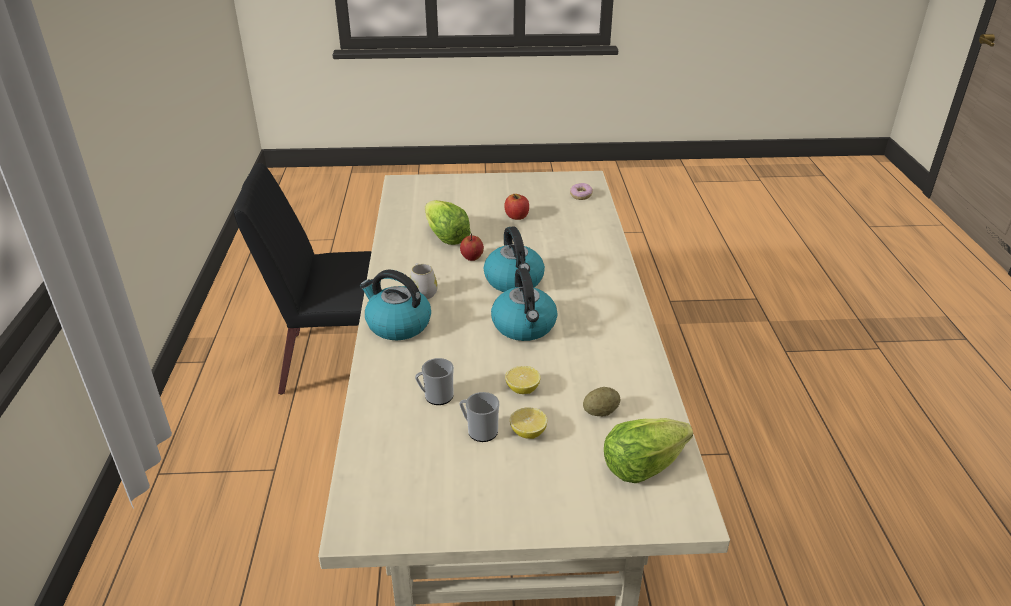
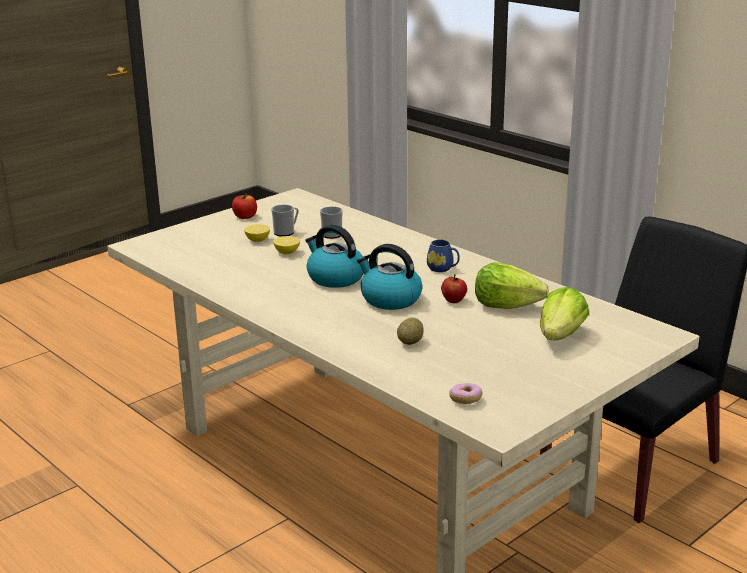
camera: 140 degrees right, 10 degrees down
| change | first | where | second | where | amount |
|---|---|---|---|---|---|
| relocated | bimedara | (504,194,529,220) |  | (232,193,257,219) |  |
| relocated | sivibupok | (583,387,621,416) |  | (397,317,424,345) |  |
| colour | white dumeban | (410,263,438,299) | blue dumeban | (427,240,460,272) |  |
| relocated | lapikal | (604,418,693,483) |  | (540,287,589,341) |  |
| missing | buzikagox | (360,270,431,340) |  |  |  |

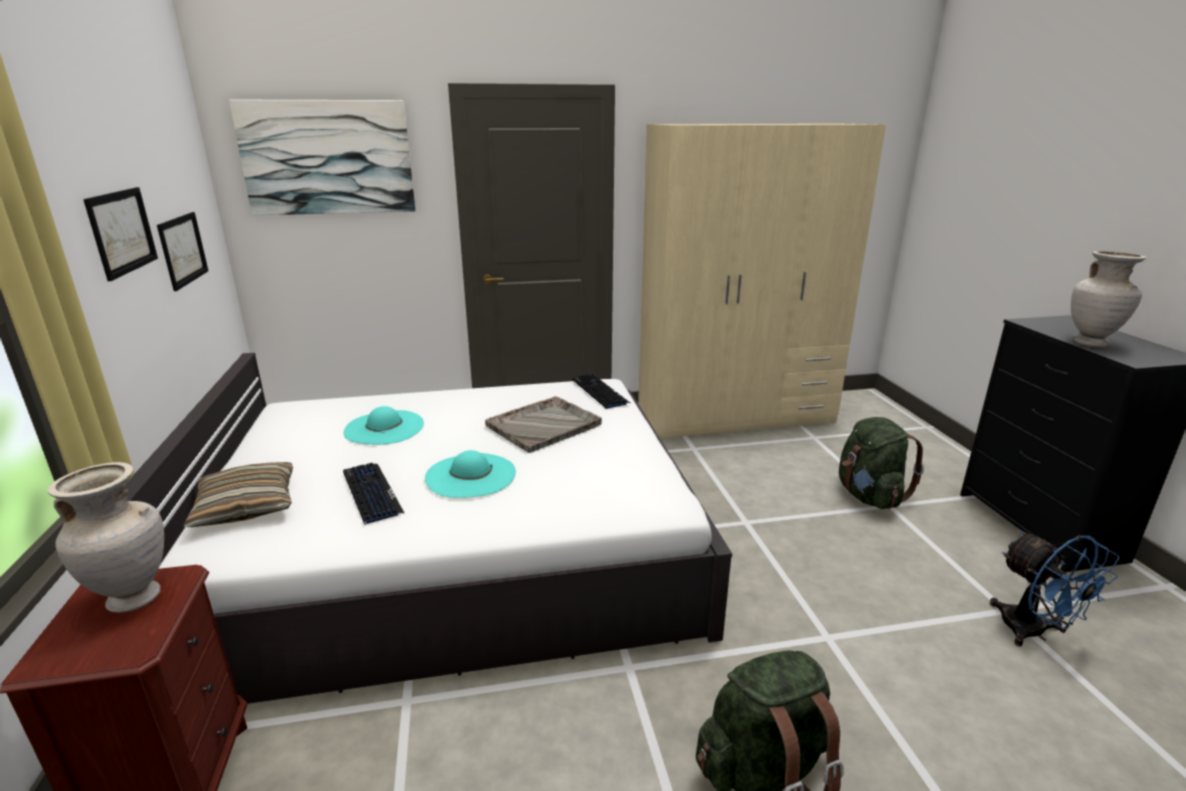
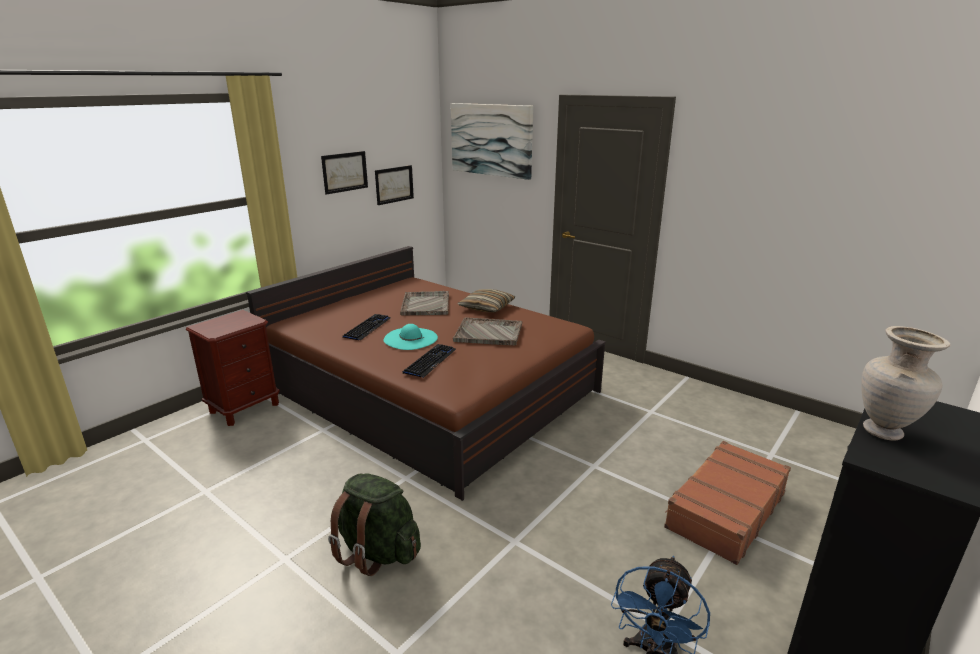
camera: 50 degrees right, 0 degrees up
| change | first | where | second | where | amount |
|---|---|---|---|---|---|
| colour | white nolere | (124,353,732,704) | brown nolere | (246,246,606,501) |  |
| exchanged | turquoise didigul | (344,406,424,445) | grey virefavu | (400,291,449,315) |  |
| relocated | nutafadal | (572,374,630,409) |  | (403,344,456,378) |  |
| relocated | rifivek | (184,462,293,527) |  | (457,289,516,312) |  |
| exchanged | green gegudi | (839,417,924,509) | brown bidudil | (664,441,791,565) |  |
| missing | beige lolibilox | (47,462,164,613) |  |  |  |
| missing | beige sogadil | (638,124,886,438) |  |  |  |

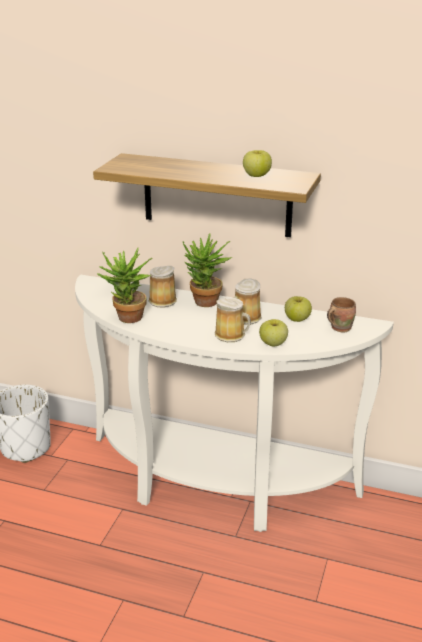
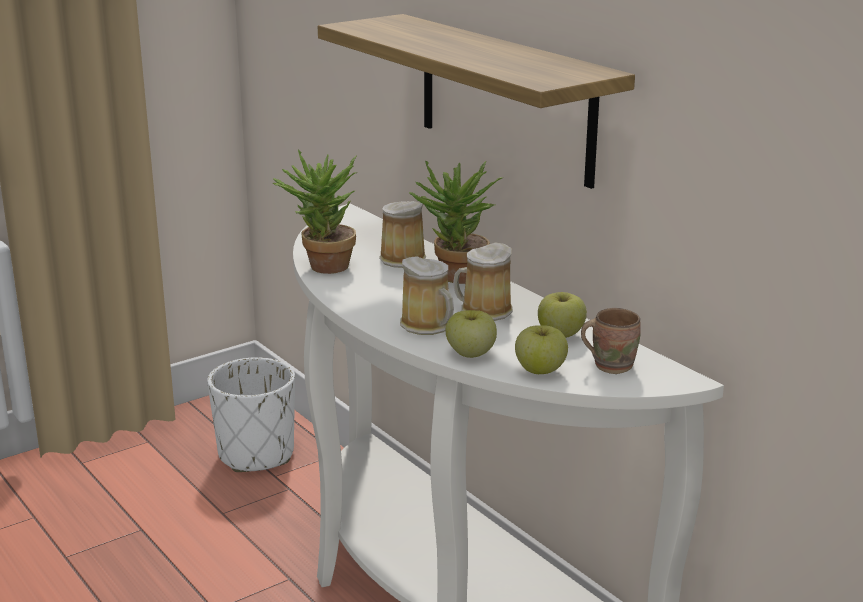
camera: 35 degrees right, 5 degrees down
| change | first | where | second | where | amount |
|---|---|---|---|---|---|
| relocated | bimedara | (243,150,272,177) |  | (515,325,568,374) |  |

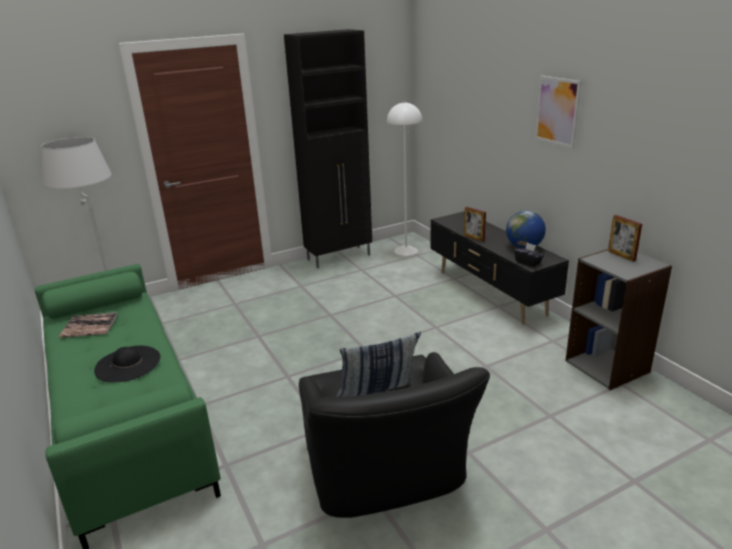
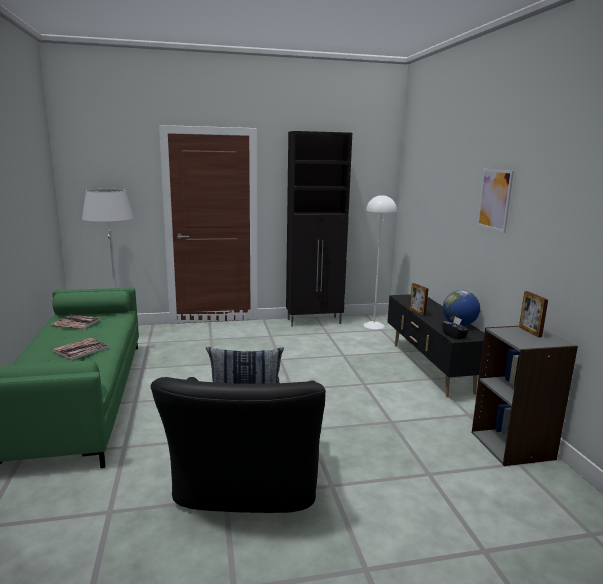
camera: 15 degrees right, 10 degrees down
| change | first | where | second | where | amount |
|---|---|---|---|---|---|
| exchanged | black didigul | (94,346,160,382) | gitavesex | (52,338,109,360) |  |

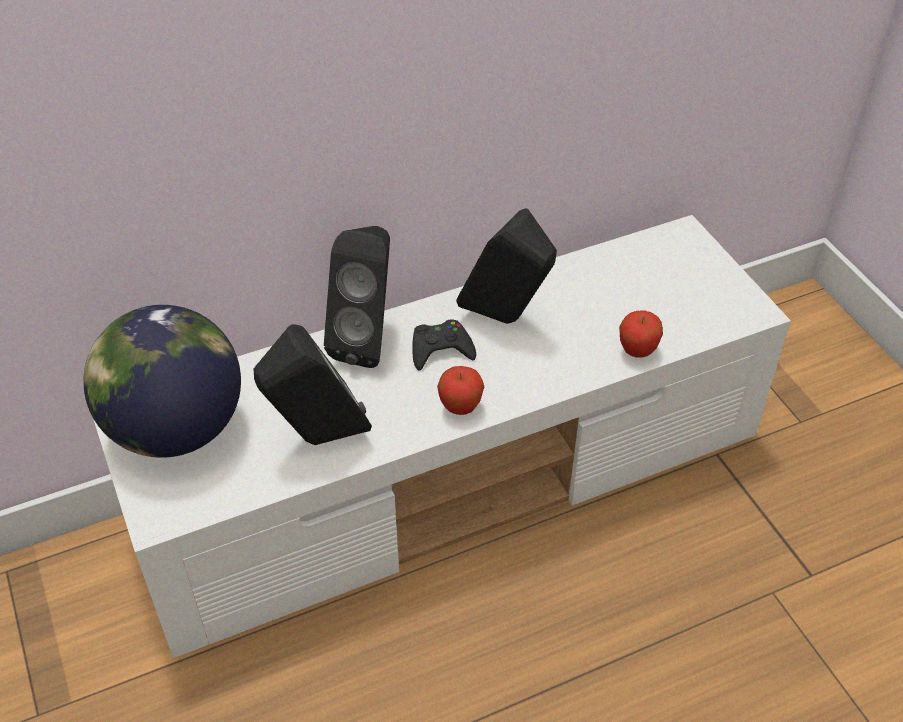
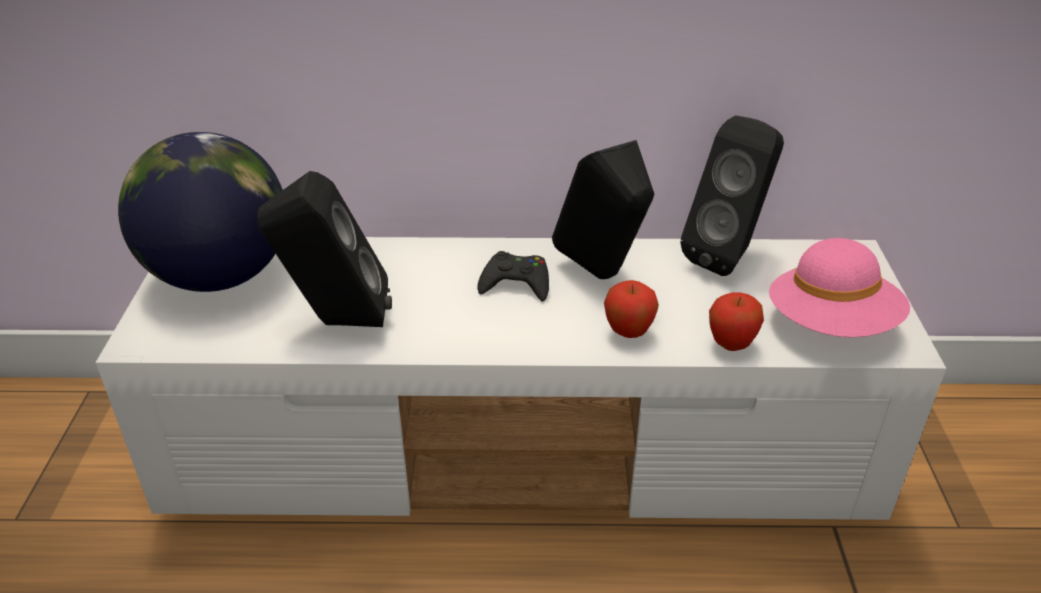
camera: 25 degrees right, 10 degrees down
| change | first | where | second | where | amount |
|---|---|---|---|---|---|
| relocated | bimedara | (437,366,484,415) |  | (604,280,659,338) |  |
| relocated | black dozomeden | (324,226,390,368) |  | (680,115,784,276) |  |
| appeared |  |  | pink didigul | (769,238,910,337) |  |

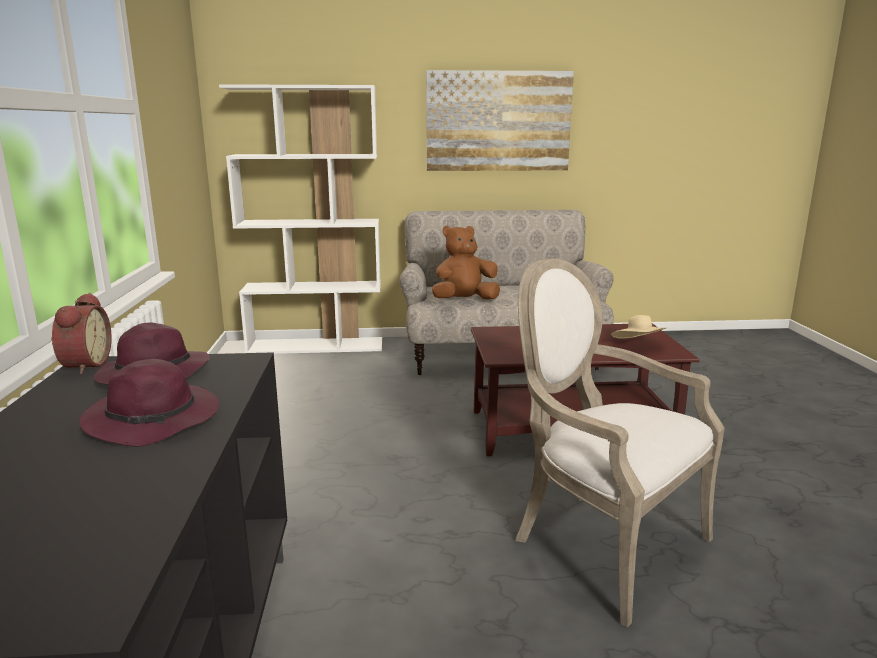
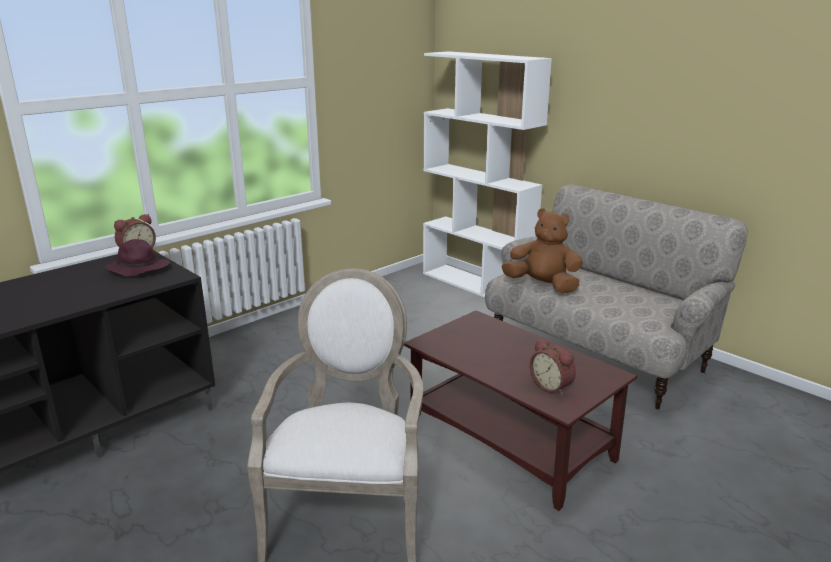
camera: 50 degrees right, 5 degrees up
| change | first | where | second | where | amount |
|---|---|---|---|---|---|
| exchanged | beige didigul | (611,315,668,339) | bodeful | (530,339,576,396) |  |
| missing | purple didigul | (79,359,219,447) |  |  |  |
| missing | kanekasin | (426,70,574,171) |  |  |  |

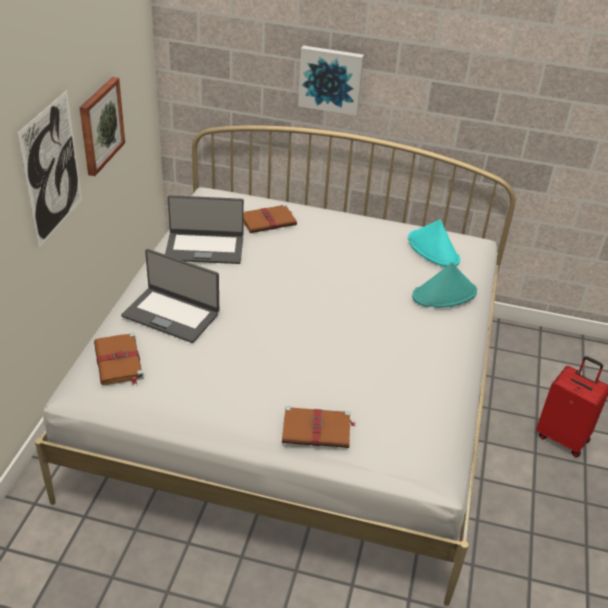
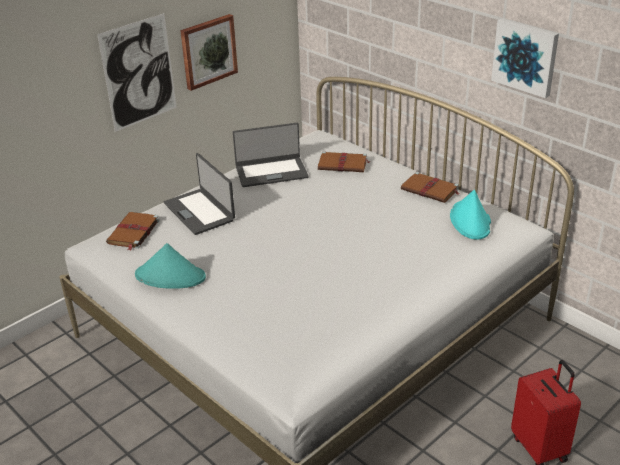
camera: 35 degrees right, 5 degrees down
| change | first | where | second | where | amount |
|---|---|---|---|---|---|
| relocated | turquoise didigul | (412,262,477,308) |  | (135,243,206,289) |  |
| spun | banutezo | (165,195,244,264) |  | (233,123,309,187) | 45 degrees counterclockwise |
| relocated | brown gitavesex | (282,406,355,448) |  | (401,172,459,203) |  |
| relocated | kanekasin | (298,46,364,116) |  | (491,18,559,98) |  |

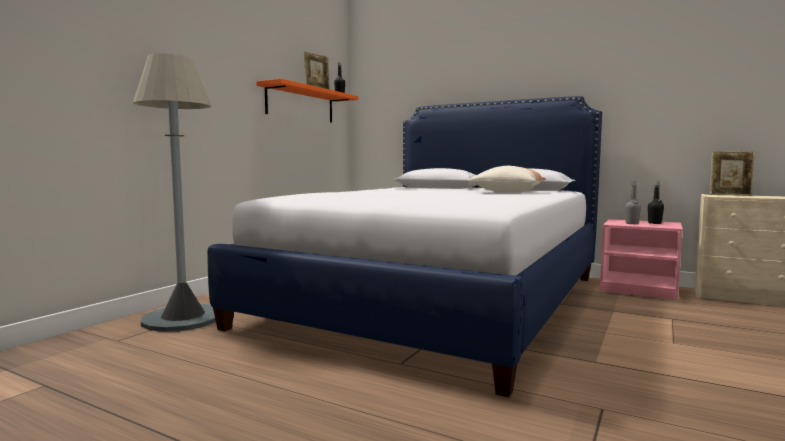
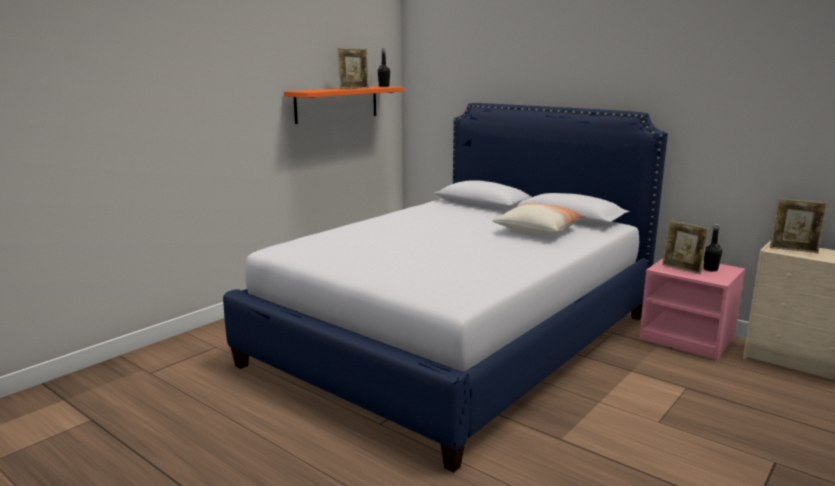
camera: 10 degrees right, 10 degrees up
| change | first | where | second | where | amount |
|---|---|---|---|---|---|
| exchanged | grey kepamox | (625,182,641,224) | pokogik | (662,220,710,274) |  |
| missing | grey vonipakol | (133,53,216,332) |  |  |  |

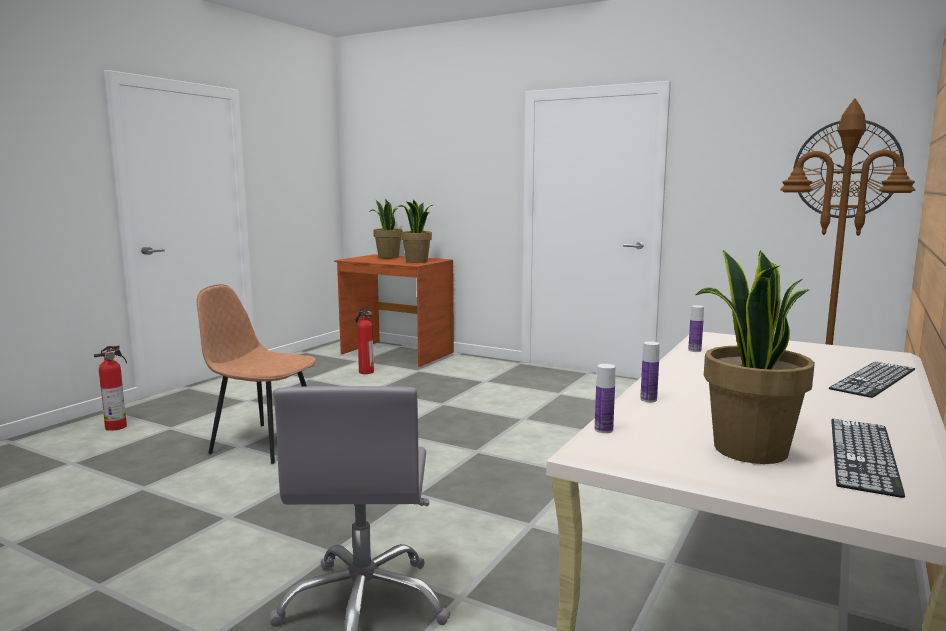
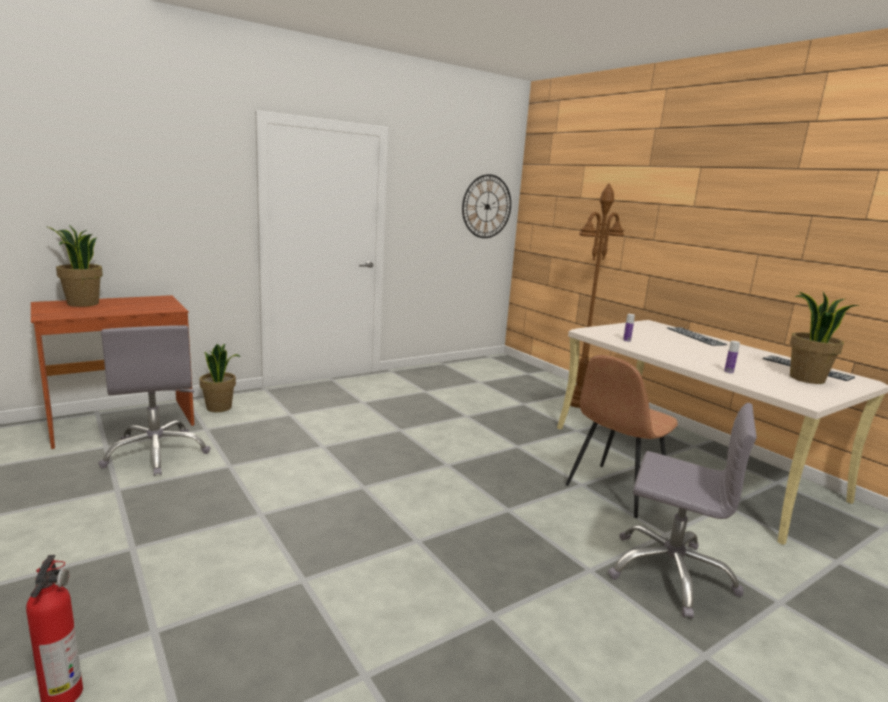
camera: 65 degrees left, 5 degrees up
| change | first | where | second | where | amount |
|---|---|---|---|---|---|
| exchanged | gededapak | (355,308,374,374) | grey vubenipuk | (98,325,211,476) |  |
| relocated | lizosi | (397,200,432,263) |  | (199,344,240,412) |  |
| relocated | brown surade | (197,284,317,464) |  | (566,355,678,518) |  |
| missing | kepamox | (595,364,615,433) |  |  |  |

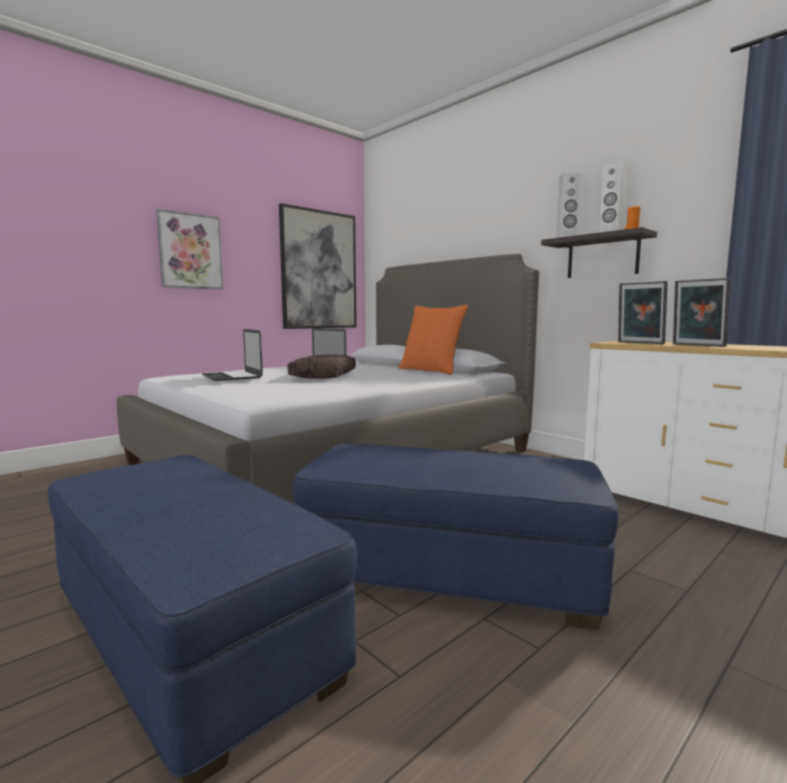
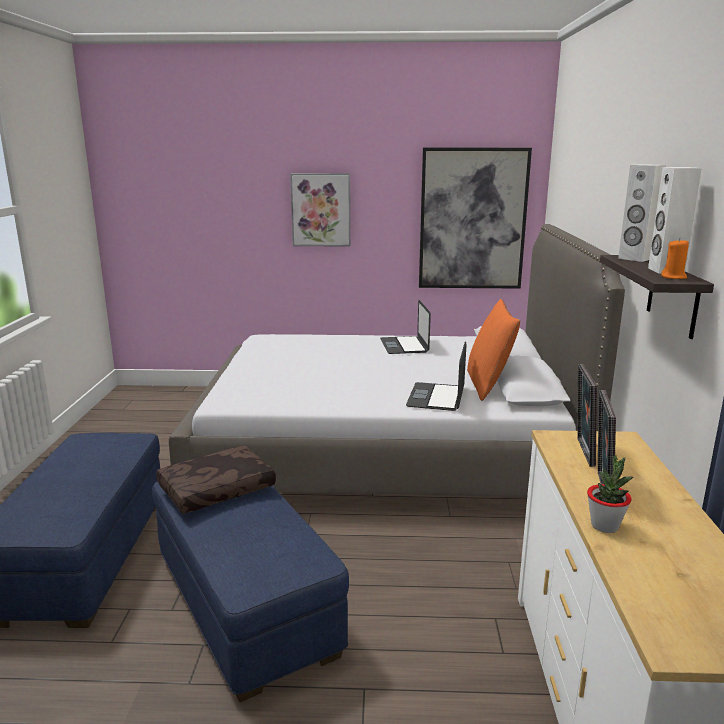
camera: 45 degrees right, 10 degrees up
| change | first | where | second | where | amount |
|---|---|---|---|---|---|
| relocated | brown rifivek | (288,355,356,379) |  | (156,446,276,514) |  |
| relocated | banutezo | (202,329,263,381) |  | (406,342,467,411) |  |
| appeared |  |  | lizosi | (587,455,633,533) |  |

